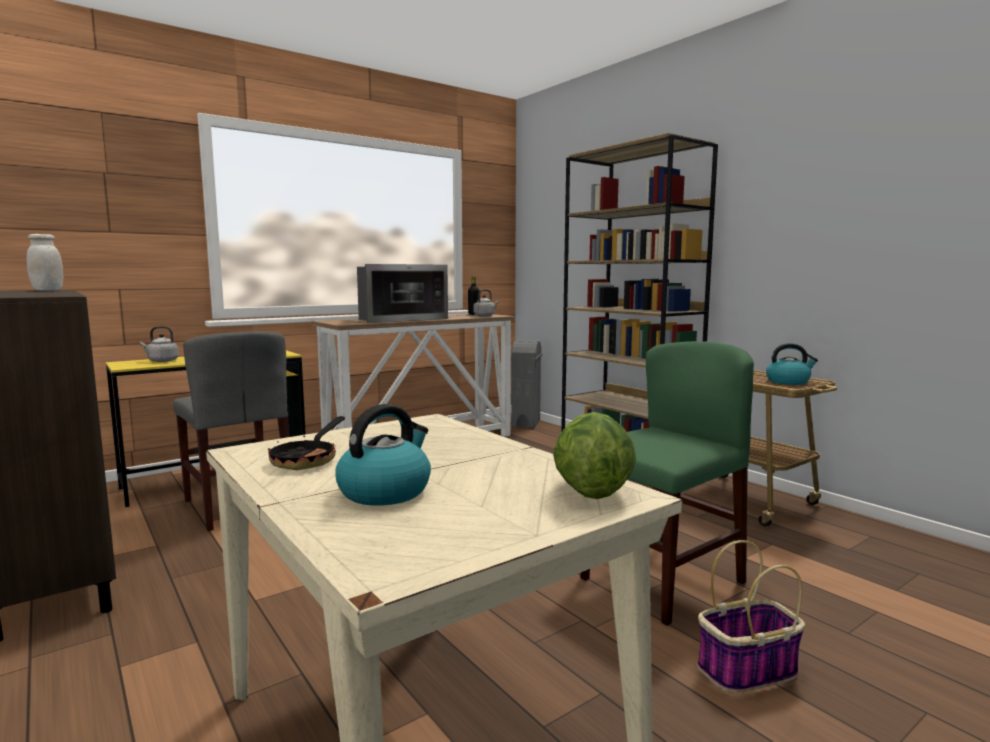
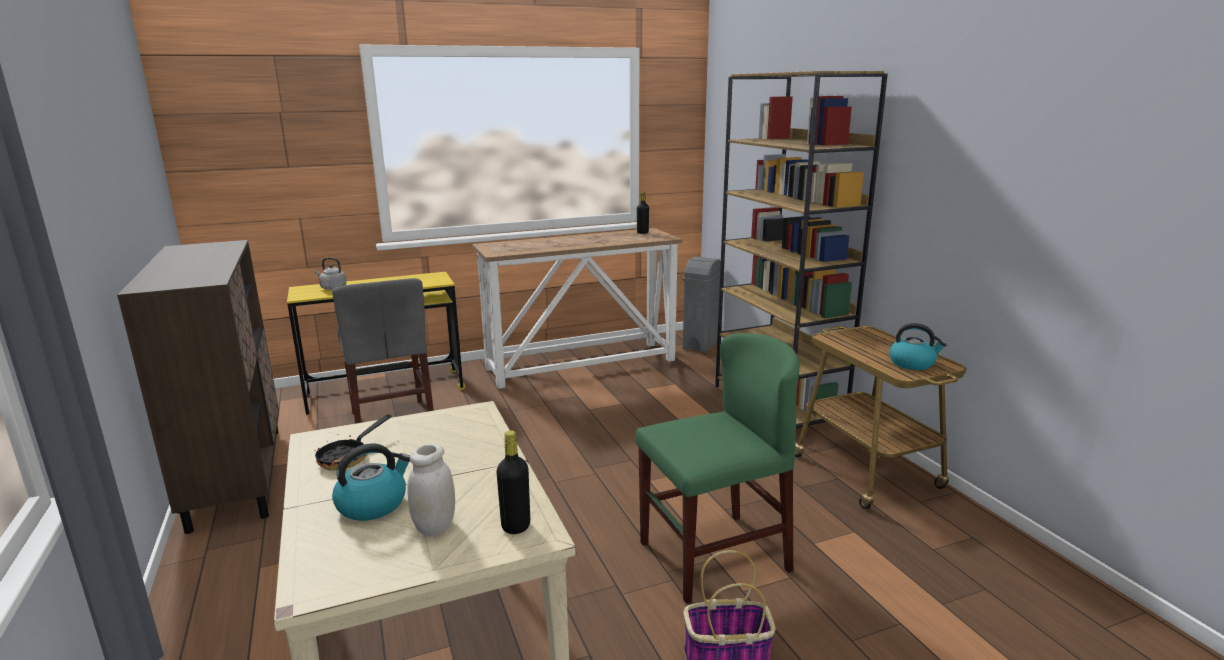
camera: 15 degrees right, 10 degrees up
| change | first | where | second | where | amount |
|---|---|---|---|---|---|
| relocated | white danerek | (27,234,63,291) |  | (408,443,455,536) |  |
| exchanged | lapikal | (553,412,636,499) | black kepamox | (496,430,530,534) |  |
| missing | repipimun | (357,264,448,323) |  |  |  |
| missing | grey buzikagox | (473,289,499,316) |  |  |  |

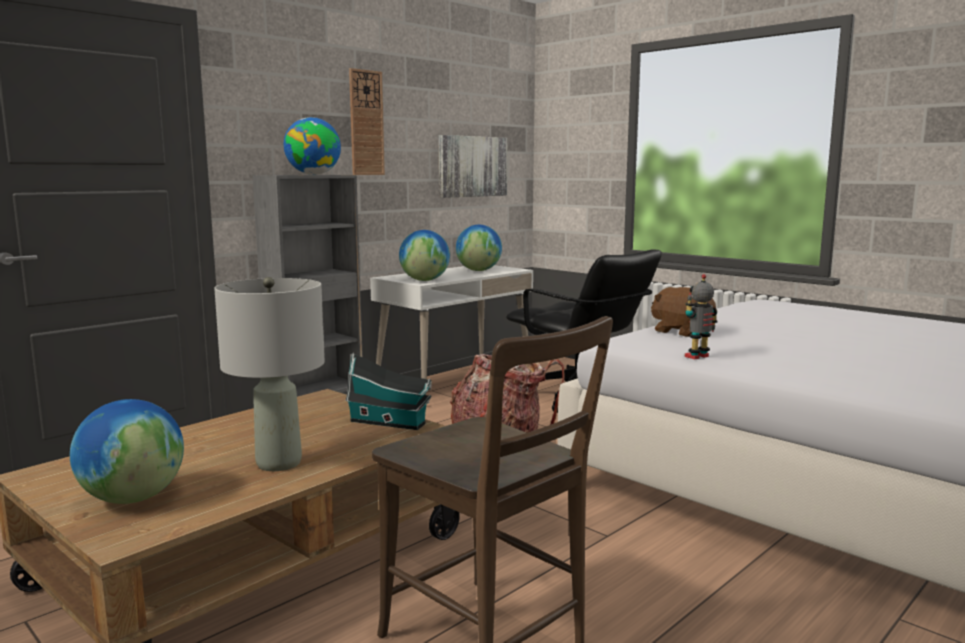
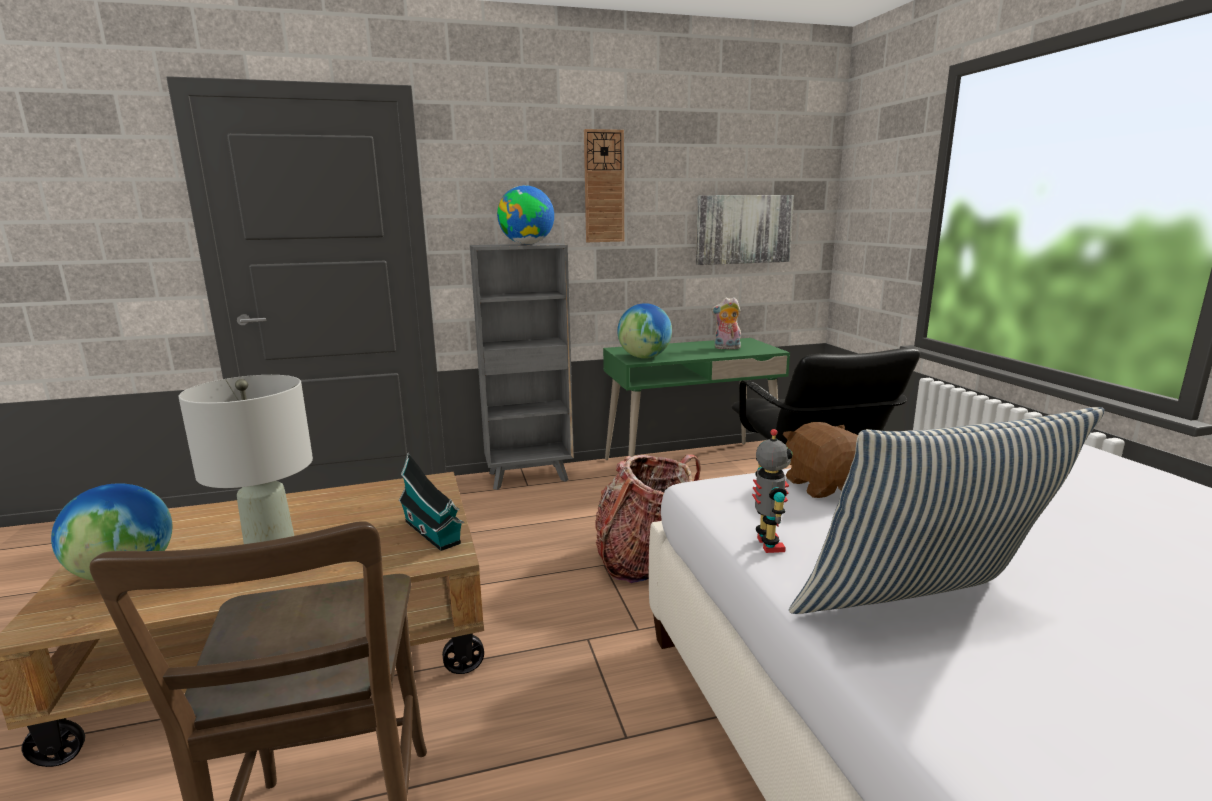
camera: 30 degrees right, 5 degrees up
| change | first | where | second | where | amount |
|---|---|---|---|---|---|
| colour | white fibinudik | (370,265,533,379) | green fibinudik | (603,338,790,460) |  |
| exchanged | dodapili | (456,225,502,271) | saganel | (711,297,742,349) |  |
| spun | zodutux | (685,274,718,359) |  | (752,429,793,553) | 90 degrees clockwise |
| appeared |  |  | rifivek | (789,407,1104,614) |  |

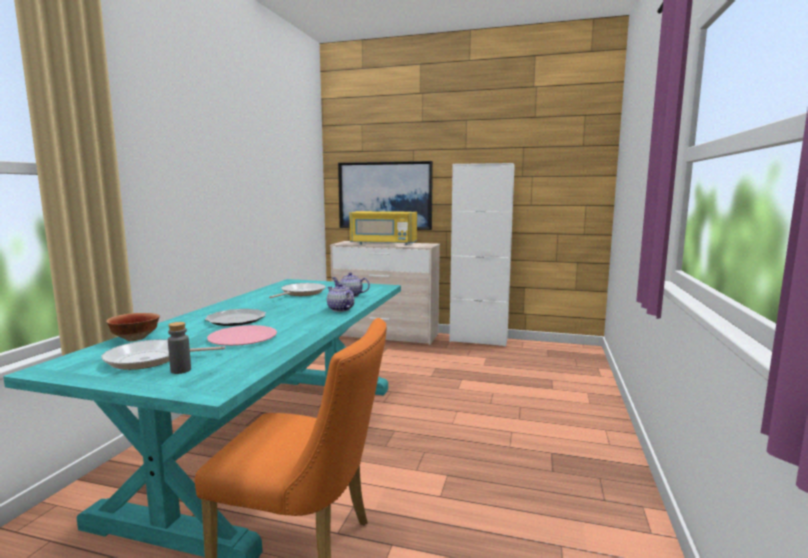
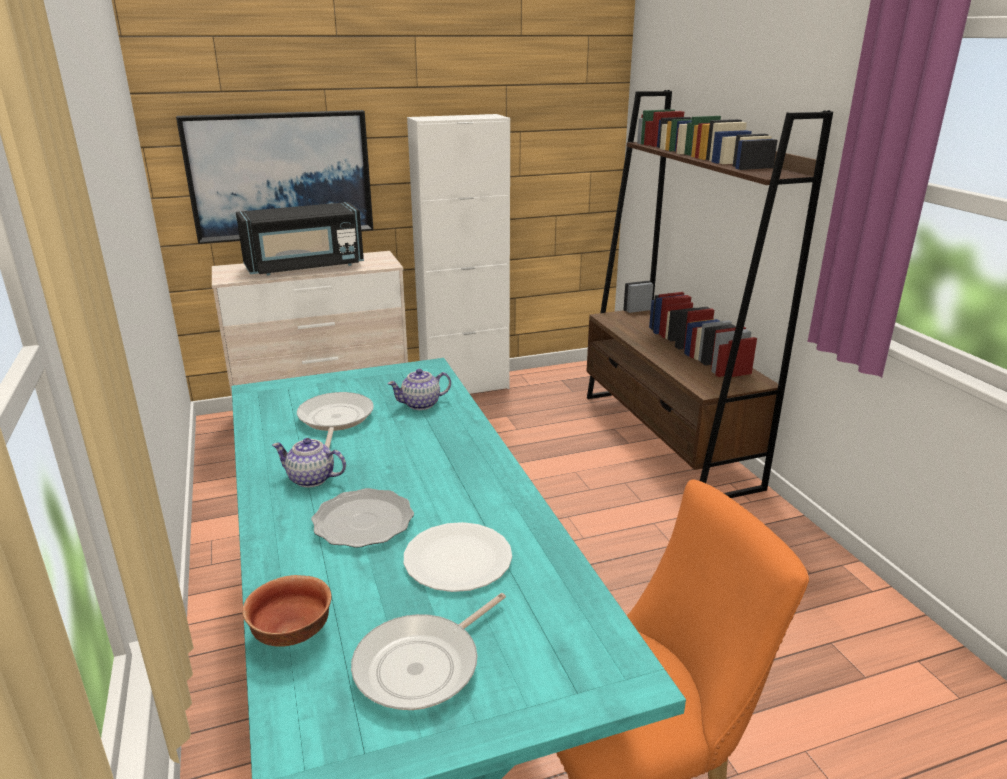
camera: 35 degrees left, 15 degrees up
| change | first | where | second | where | amount |
|---|---|---|---|---|---|
| colour | yellow repipimun | (349,211,417,245) | black repipimun | (236,202,364,276) |  |
| relocated | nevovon | (327,283,355,312) |  | (272,438,346,488) |  |
| colour | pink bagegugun | (207,325,277,346) | white bagegugun | (404,522,512,592) |  |
| appeared |  |  | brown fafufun | (586,90,833,498) |  |
| missing | grey kepamox | (168,322,191,374) |  |  |  |

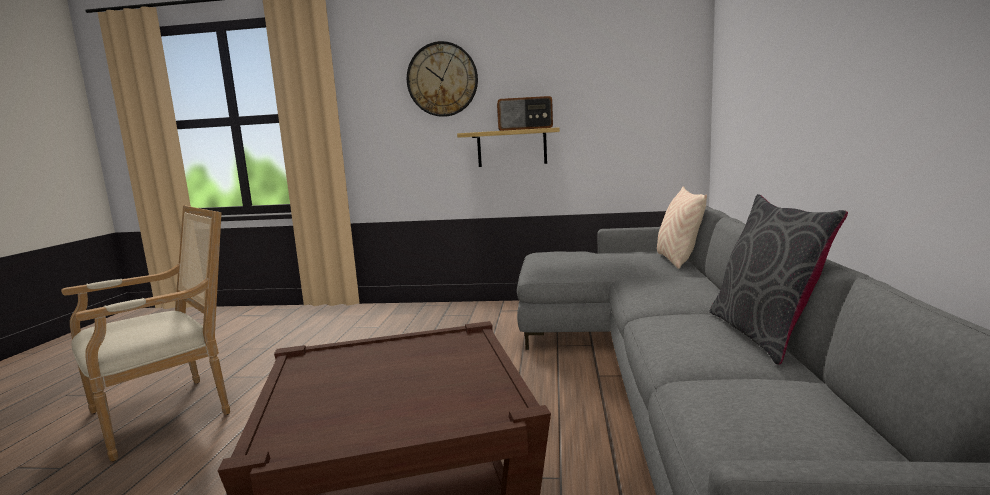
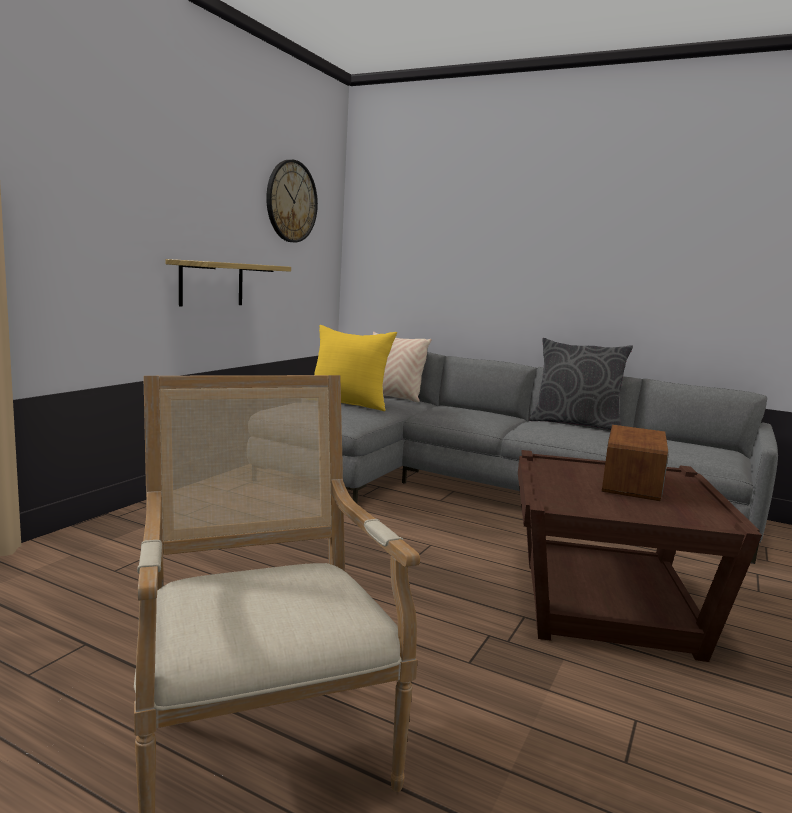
camera: 70 degrees left, 0 degrees up
| change | first | where | second | where | amount |
|---|---|---|---|---|---|
| relocated | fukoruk | (407,41,478,117) |  | (266,160,318,242) |  |
| appeared |  |  | yellow rifivek | (314,325,397,411) |  |
| relocated | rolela | (497,96,553,131) |  | (602,425,669,501) |  |

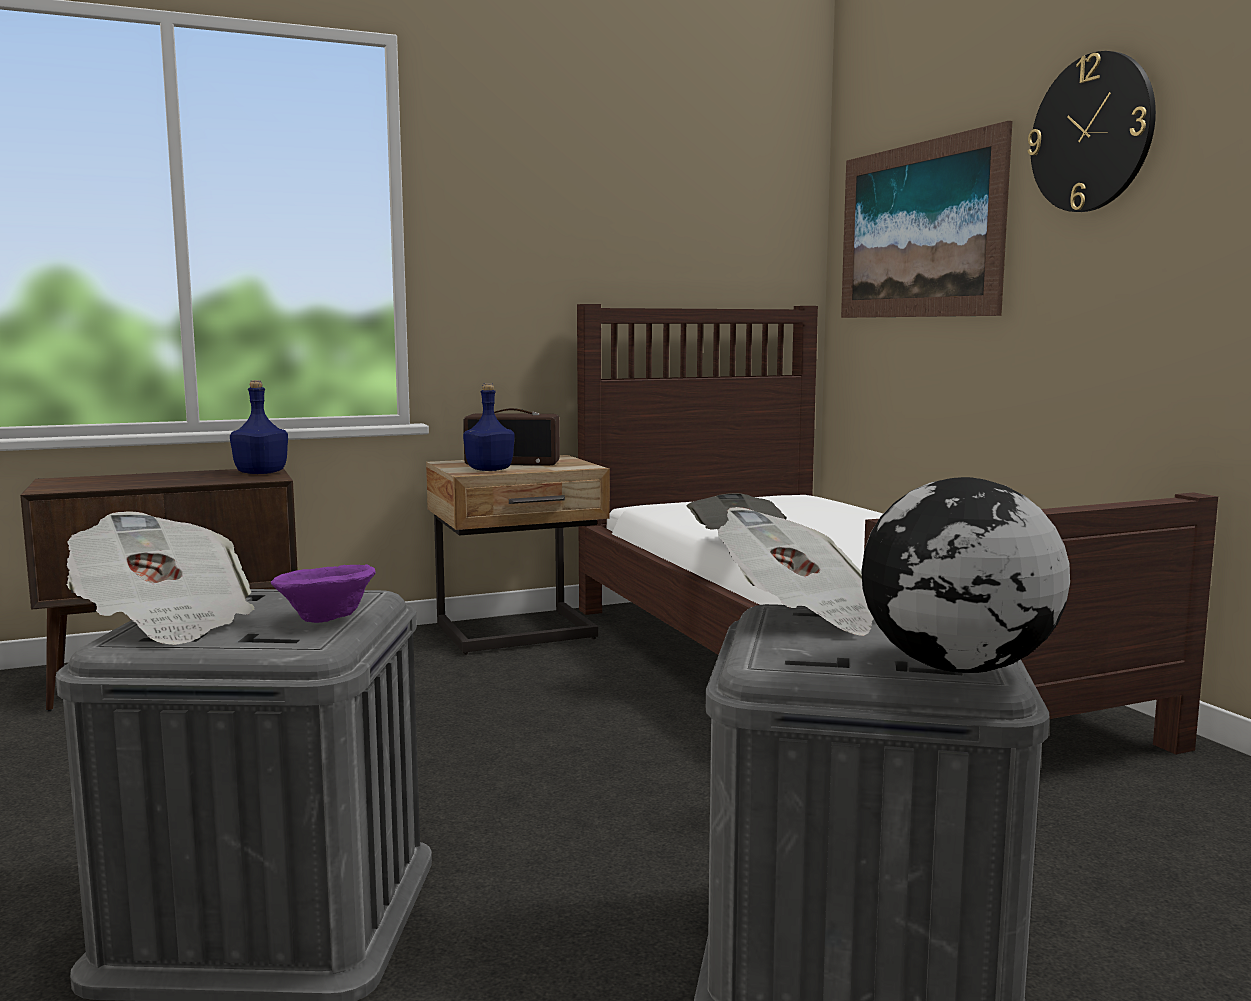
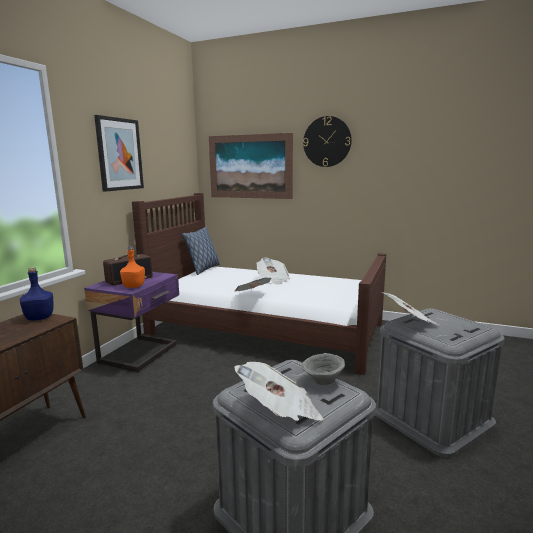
camera: 45 degrees left, 5 degrees up
| change | first | where | second | where | amount |
|---|---|---|---|---|---|
| colour | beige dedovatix | (426,455,610,655) | purple dedovatix | (84,272,179,373) |  |
| appeared |  |  | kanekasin | (94,115,144,192) |  |
| colour | blue kepamox | (463,383,515,471) | orange kepamox | (120,247,145,288) |  |
| appeared |  |  | rifivek | (182,227,220,275) |  |
| appeared |  |  | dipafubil | (256,258,290,285) |  |
| colour | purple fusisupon | (271,564,376,623) | grey fusisupon | (301,353,345,385) |  |
| missing | dodapili | (861,477,1070,673) |  |  |  |

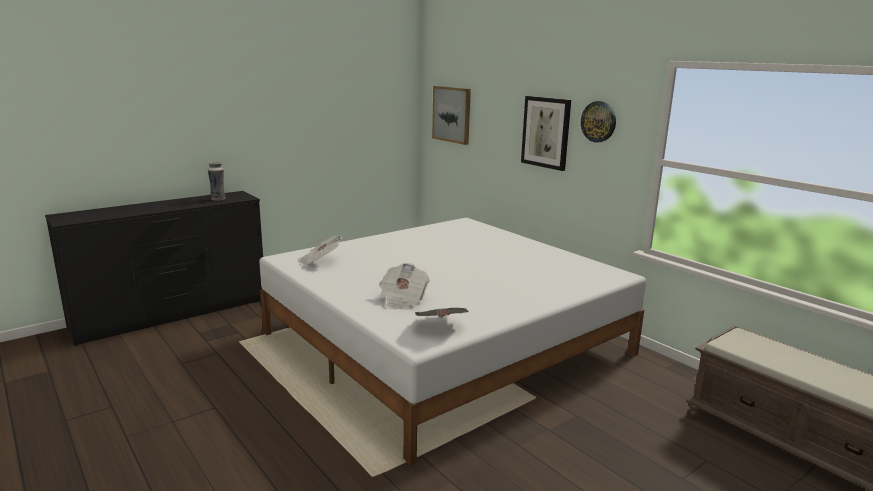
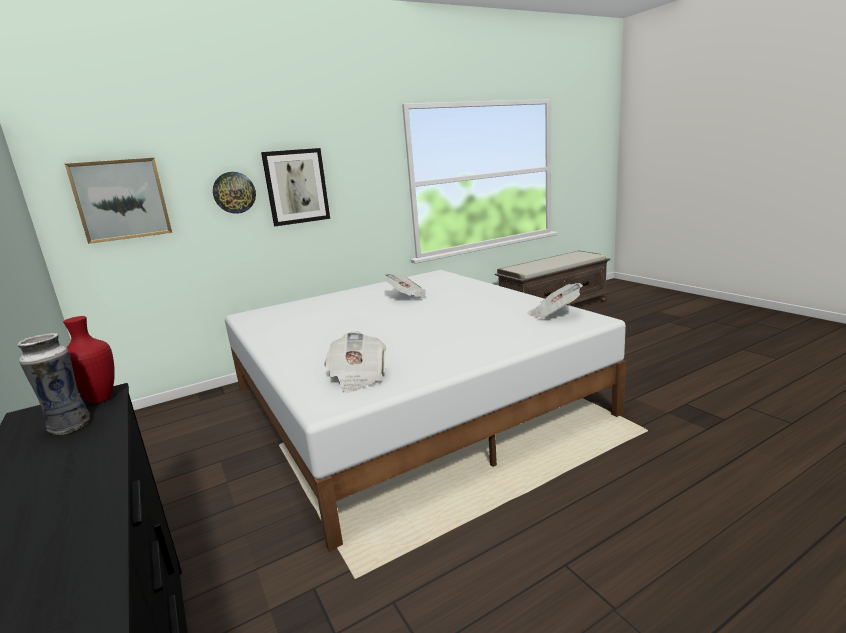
camera: 80 degrees left, 0 degrees up
| change | first | where | second | where | amount |
|---|---|---|---|---|---|
| appeared |  |  | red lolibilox | (63,316,115,404) |  |
| relocated | fukoruk | (581,101,616,143) |  | (213,172,256,214) |  |
| relocated | dipafubil | (379,263,430,309) |  | (385,274,426,299) |  |

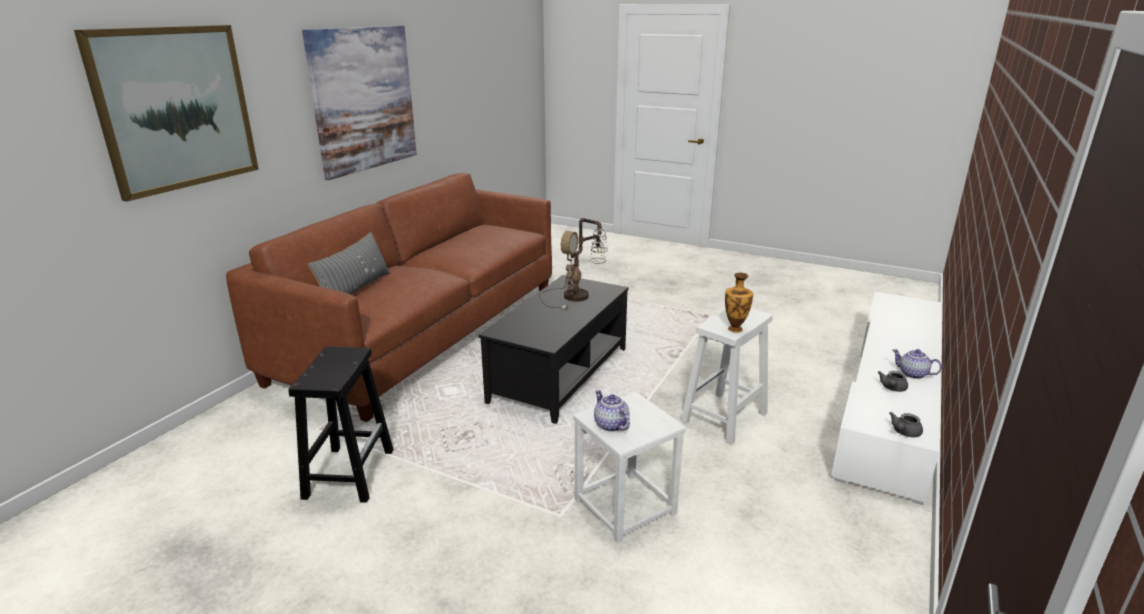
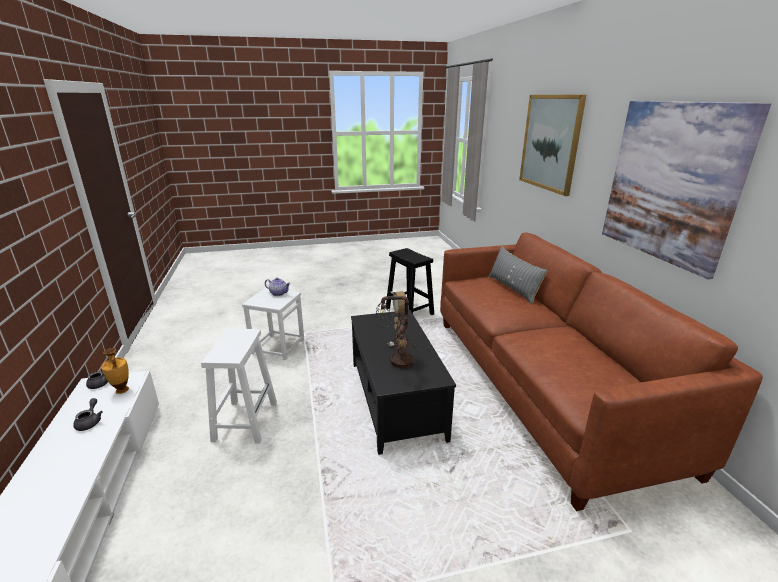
camera: 140 degrees right, 0 degrees up
| change | first | where | second | where | amount |
|---|---|---|---|---|---|
| relocated | lolibilox | (725,273,753,333) |  | (101,348,129,394) |  |
| missing | nevovon | (892,349,942,379) |  |  |  |

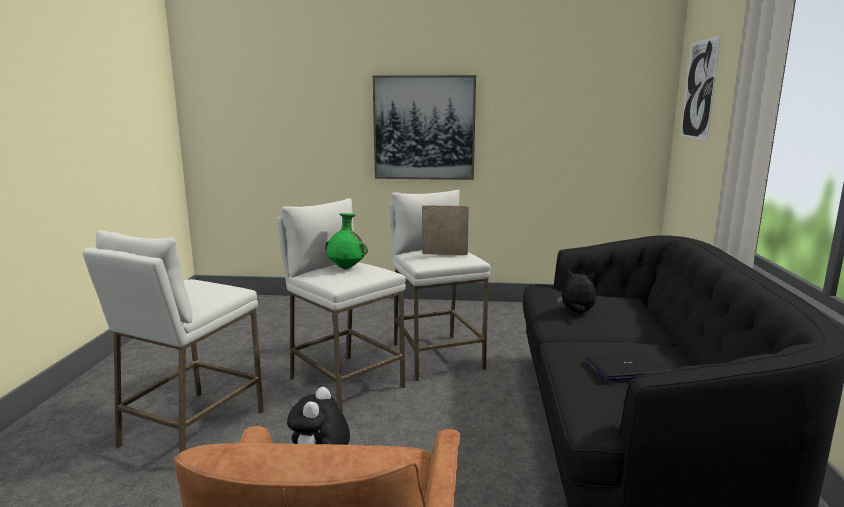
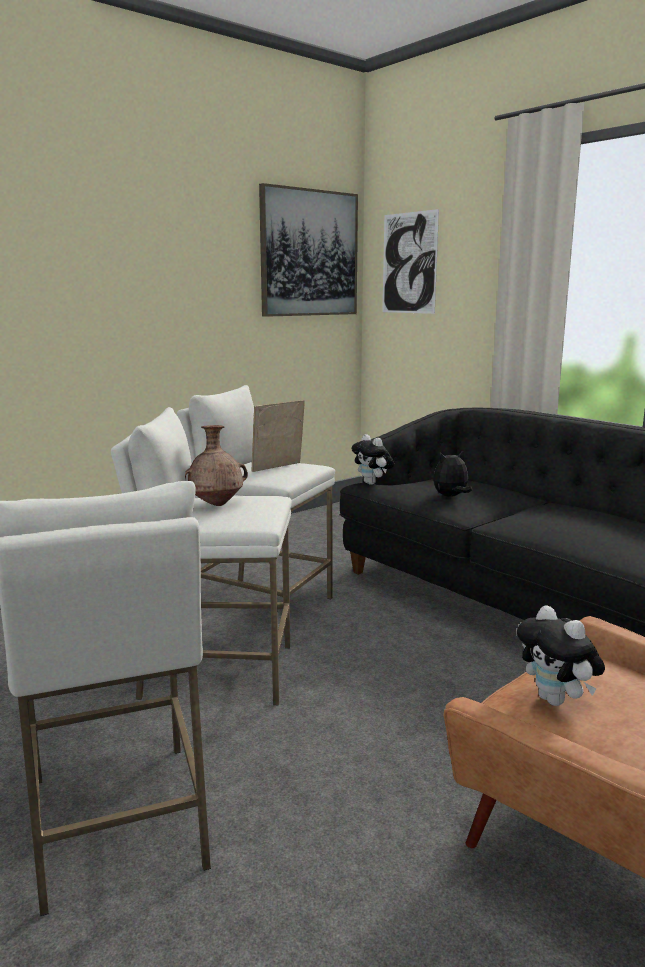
camera: 45 degrees left, 0 degrees up
| change | first | where | second | where | amount |
|---|---|---|---|---|---|
| colour | green lolibilox | (325,213,368,269) | brown lolibilox | (185,425,248,506) |  |
| relocated | kanekasin | (373,75,476,180) |  | (259,183,358,317) |  |
| appeared |  |  | saganel | (351,434,394,485) |  |
| missing | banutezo | (586,352,671,381) |  |  |  |

